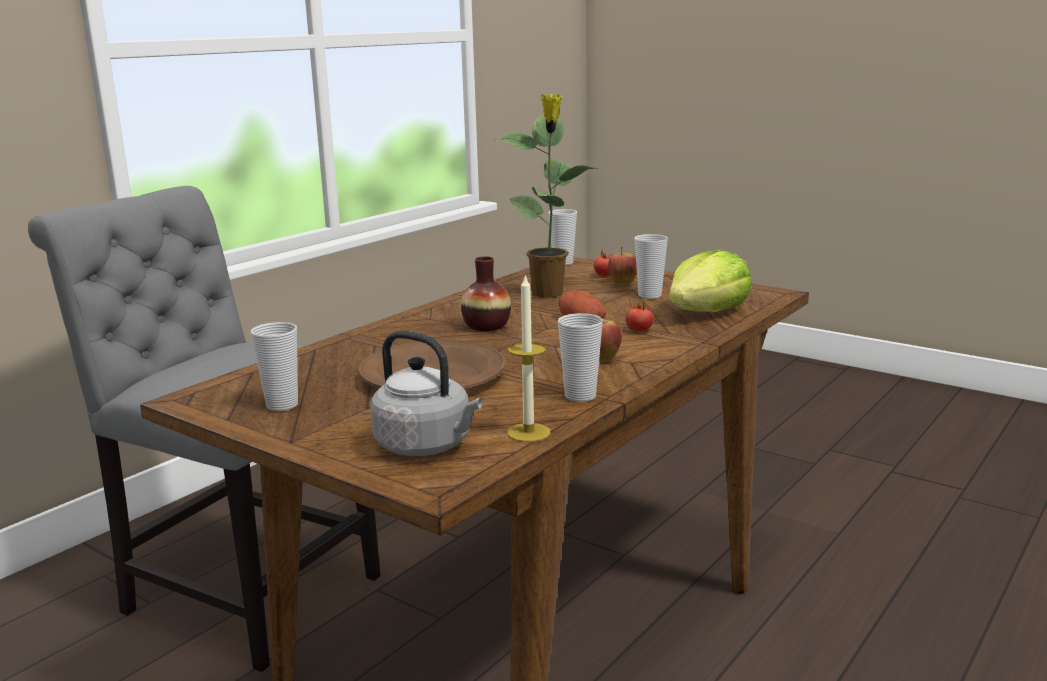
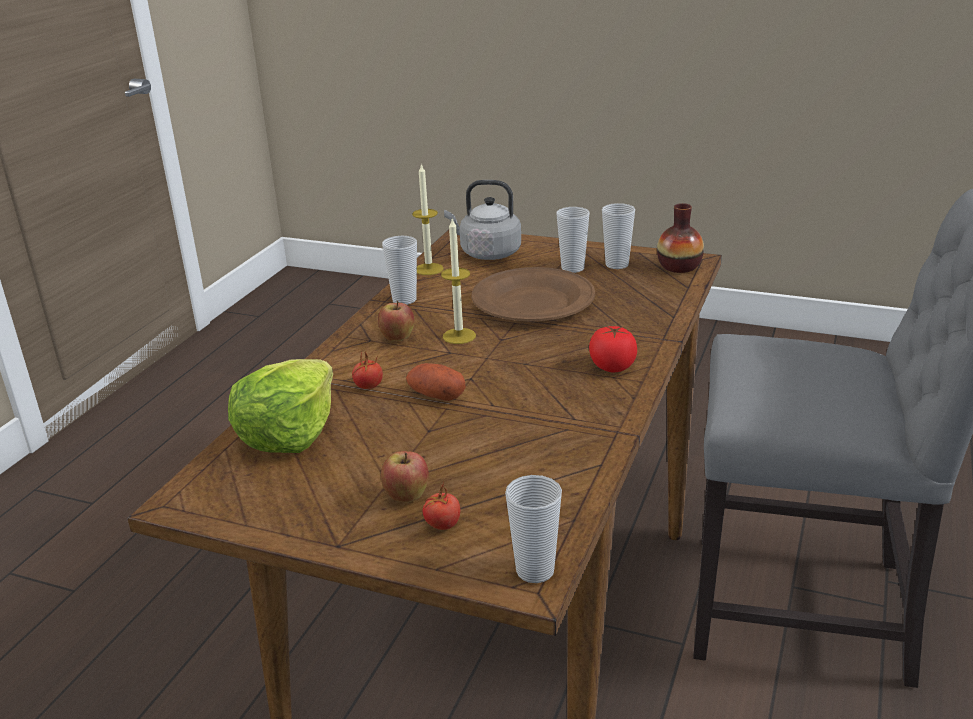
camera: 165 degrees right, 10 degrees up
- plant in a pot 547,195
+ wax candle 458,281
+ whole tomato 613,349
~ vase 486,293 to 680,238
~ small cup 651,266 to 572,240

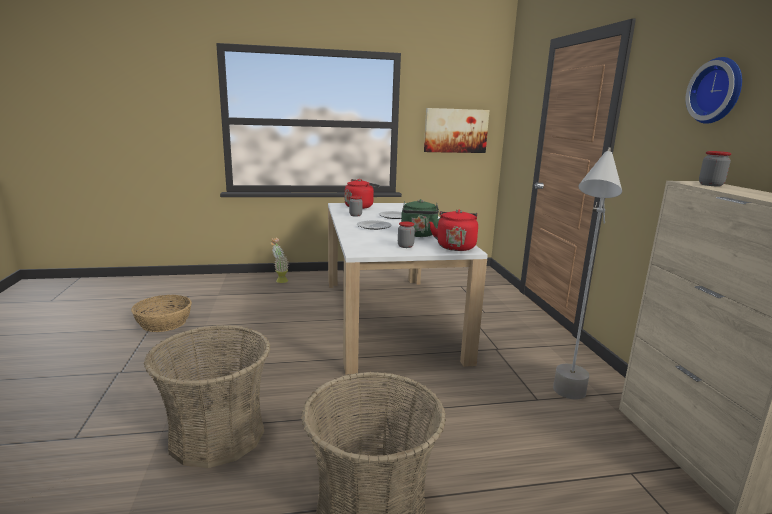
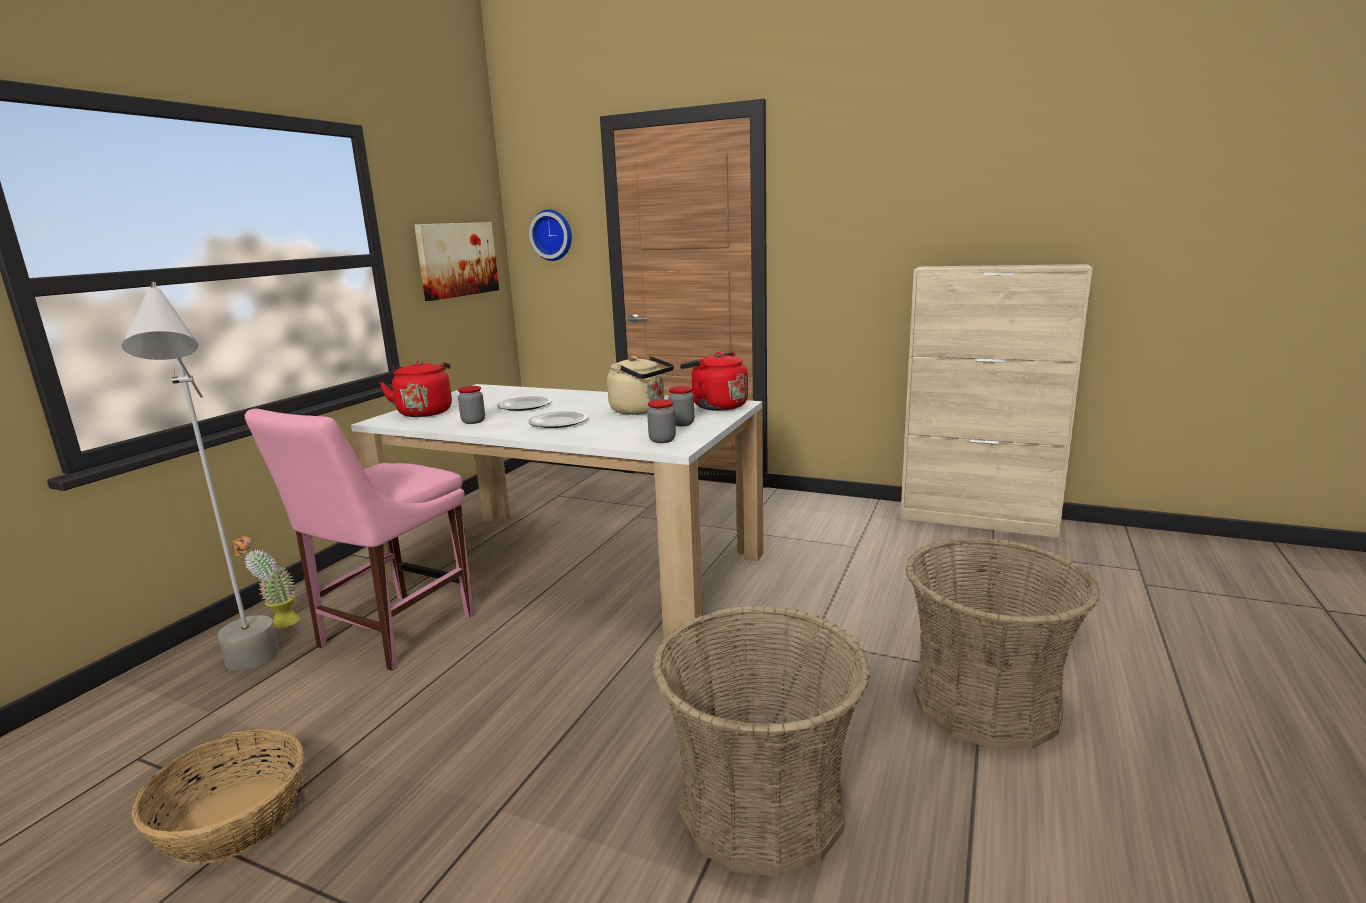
camera: 55 degrees left, 0 degrees up
+ pink plain chair 360,540
~ greyish floor lamp 587,273 to 200,476
~ wall clock 714,90 to 550,235
~ preserve jar 715,168 to 661,421
~ greenish water kettle 420,218 to sand-coloured water kettle 640,385

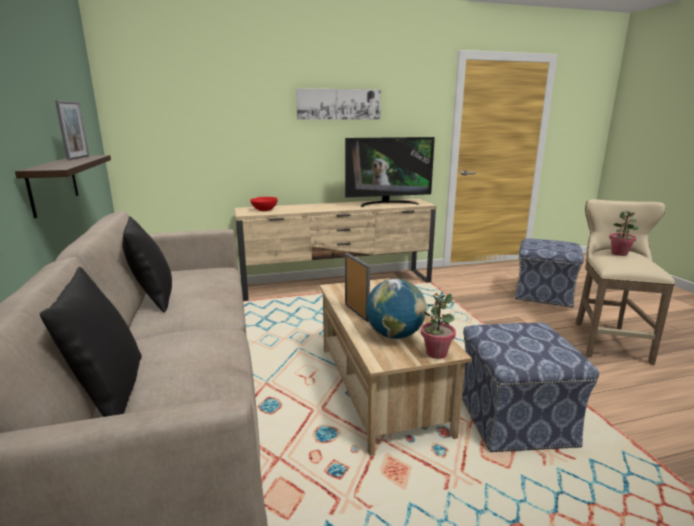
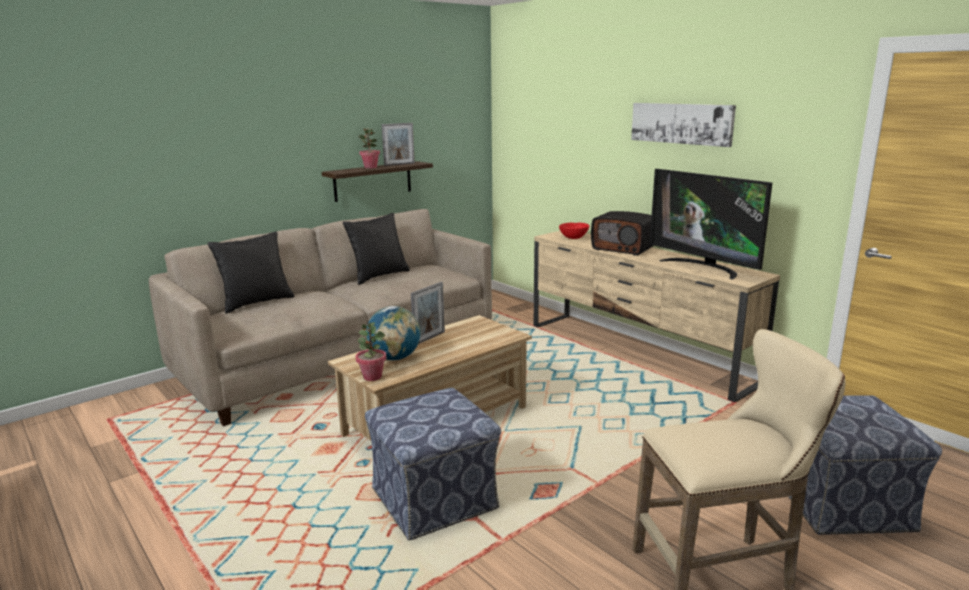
camera: 65 degrees right, 0 degrees up
+ radio set 622,233
~ plant in a pot 624,233 to 369,148

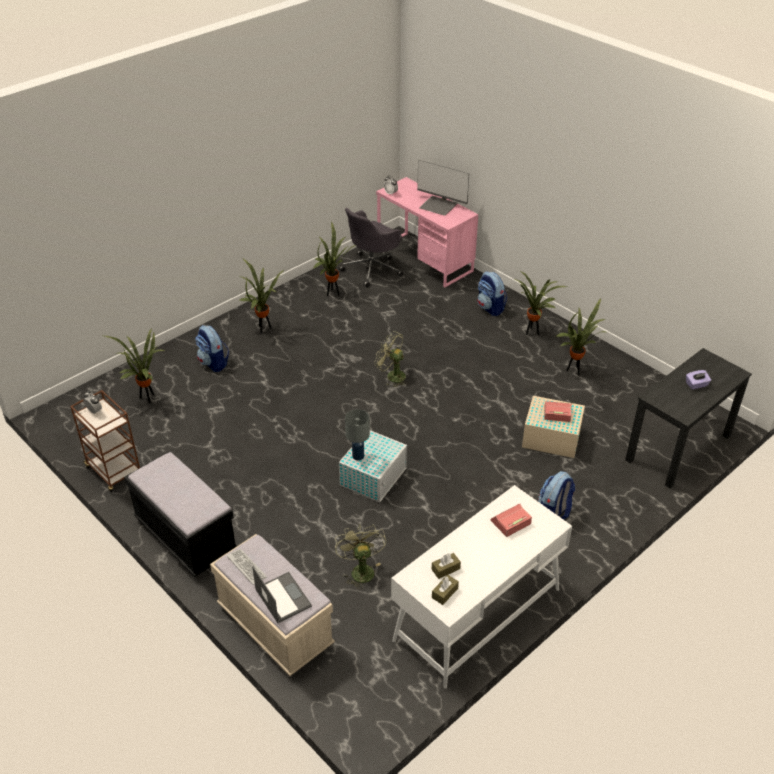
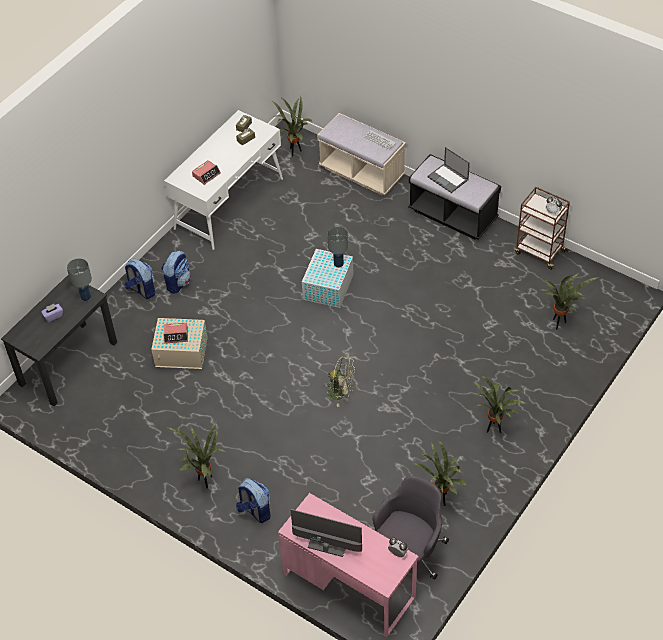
camera: 170 degrees right, 10 degrees up
- greenish cooling fan 360,556
+ greyish tabletop lamp 79,279
~ knapsack 212,348 to 139,278
~ notebook computer 282,594 to 448,170
~ plant in a pot 580,337 to 292,126

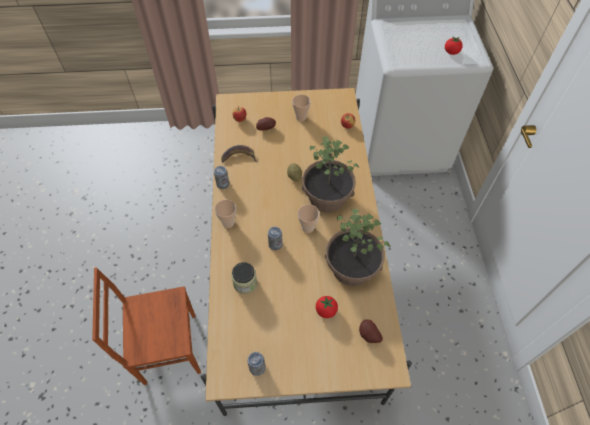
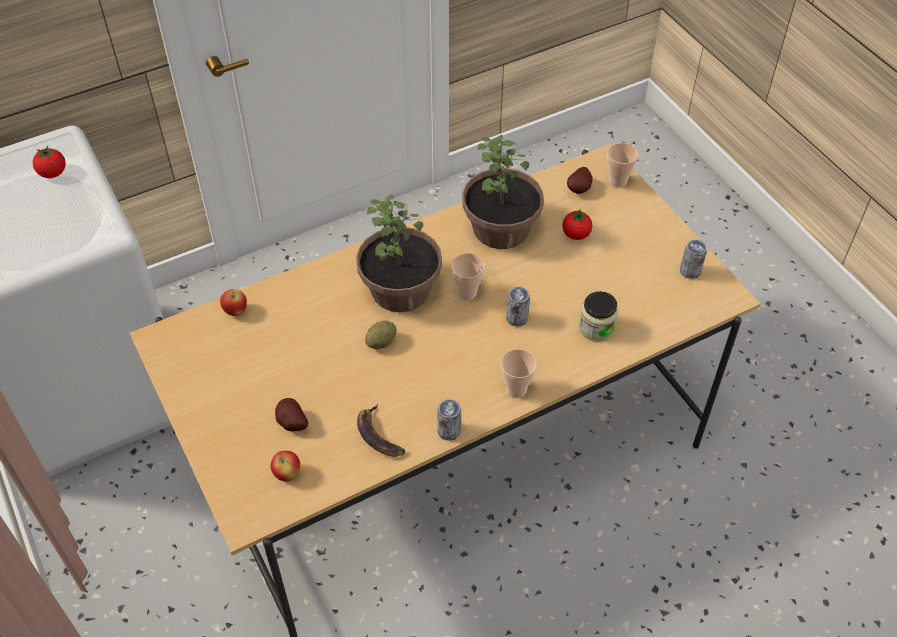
camera: 115 degrees left, 5 degrees down
- brown plain chair 146,326
~ small cup 301,107 to 622,165

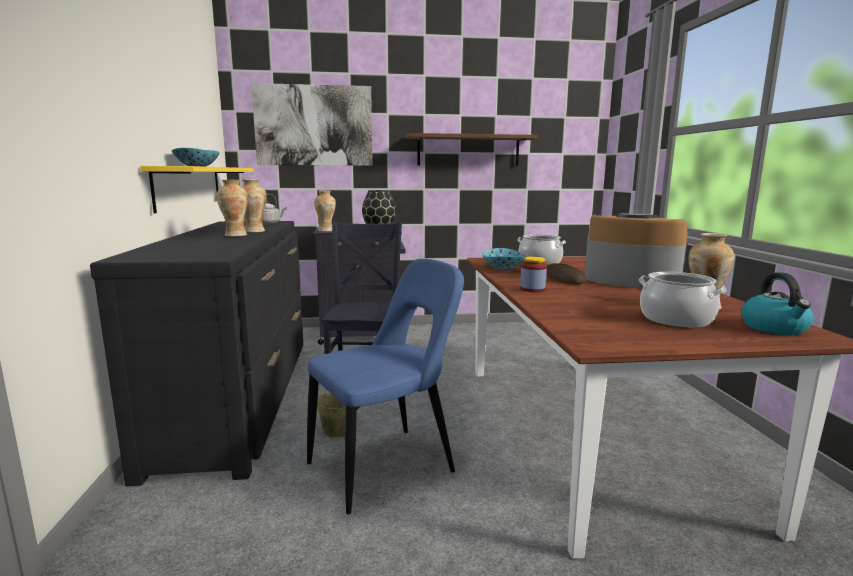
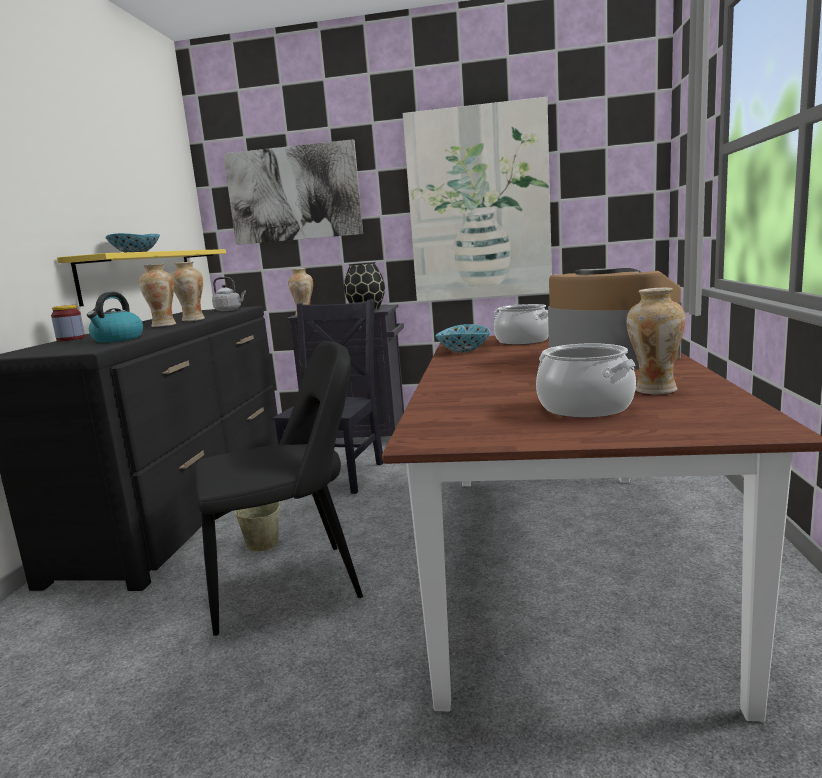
camera: 15 degrees right, 0 degrees up
- bread 566,274
~ preserve jar 533,274 to 68,323
~ water kettle 777,303 to 115,317
~ wall shelf 472,149 to wall picture 477,199
~ blue-coloured plain chair 385,386 to black plain chair 279,488

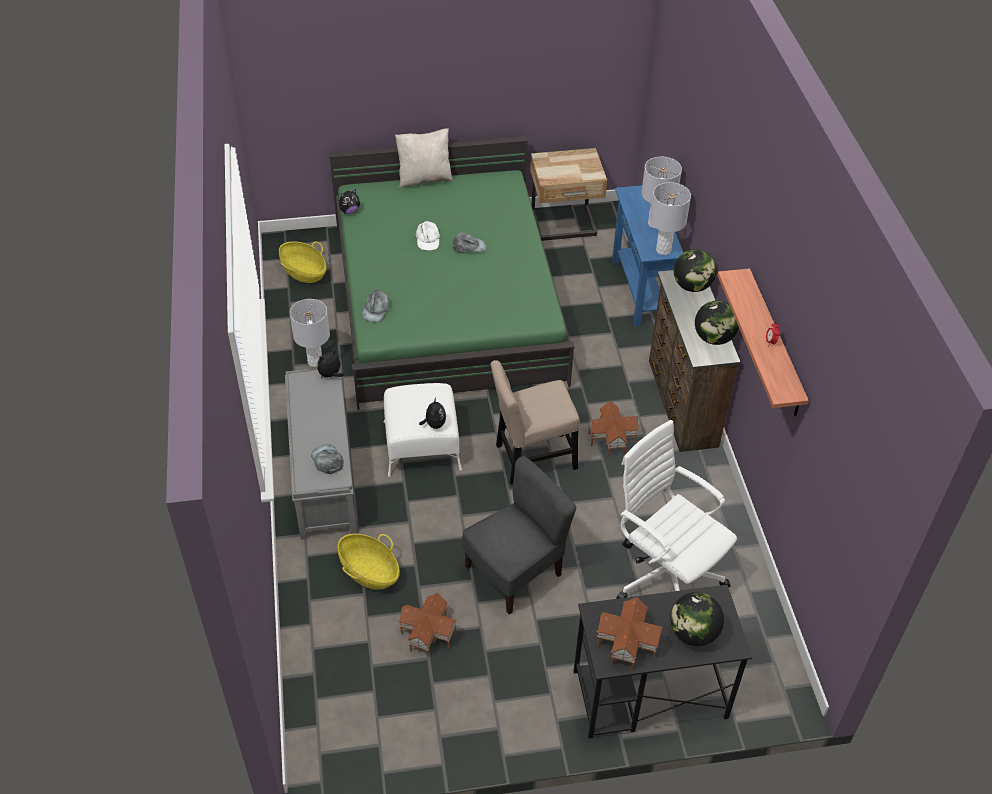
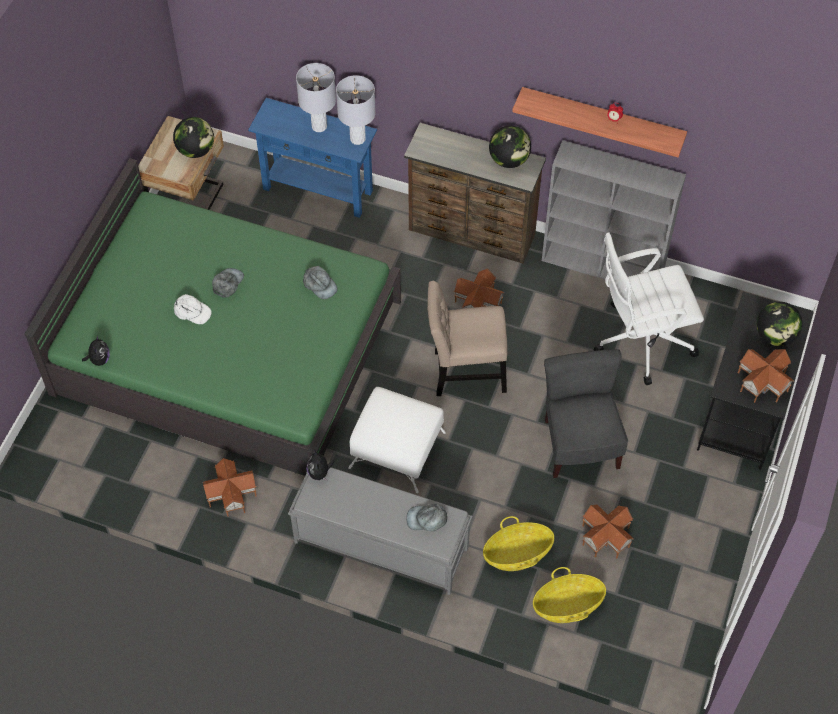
camera: 60 degrees left, 10 degrees up
- sand-coloured throw pillow 424,158
- plush toy 432,413
+ greyish bookshelf 614,209
~ basket 303,262 to 569,595
~ greyish baseball cap 375,306 to 320,282
~ desk globe 695,270 to 193,137
~ greyish tabletop lamp 310,333 to toy house 230,487
~ sand-coloured plain chair 535,422 = 467,338 75 degrees clockwise

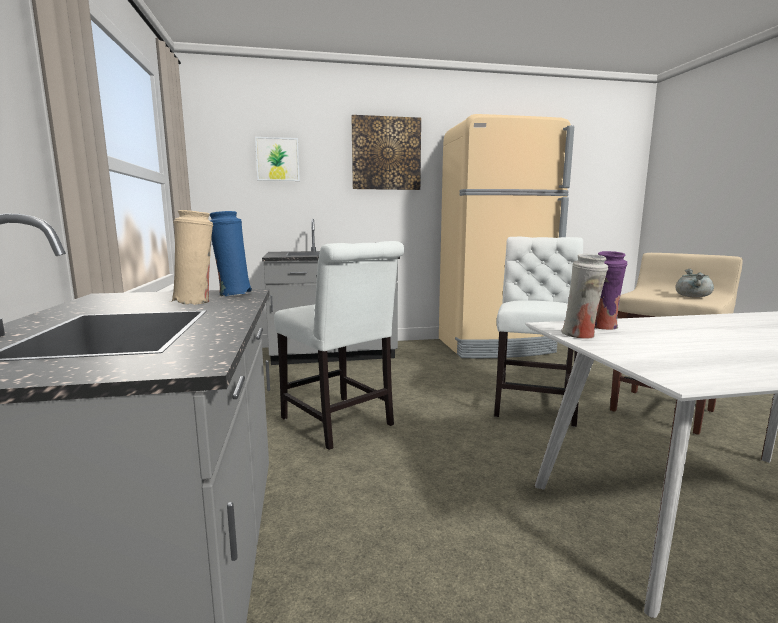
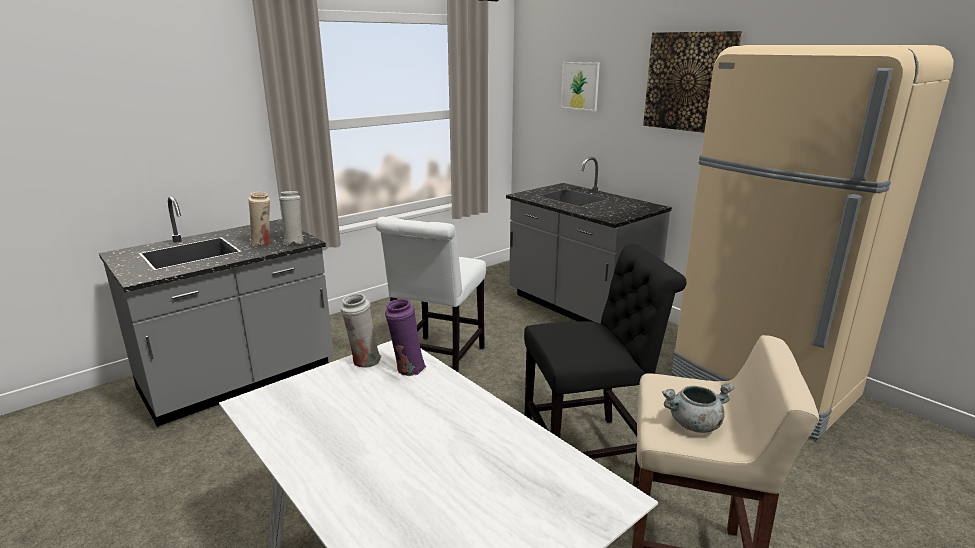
camera: 60 degrees right, 10 degrees up
~ blue-coloured vase 231,254 to whitish vase 291,217
~ whitish plain chair 538,332 to black plain chair 605,351

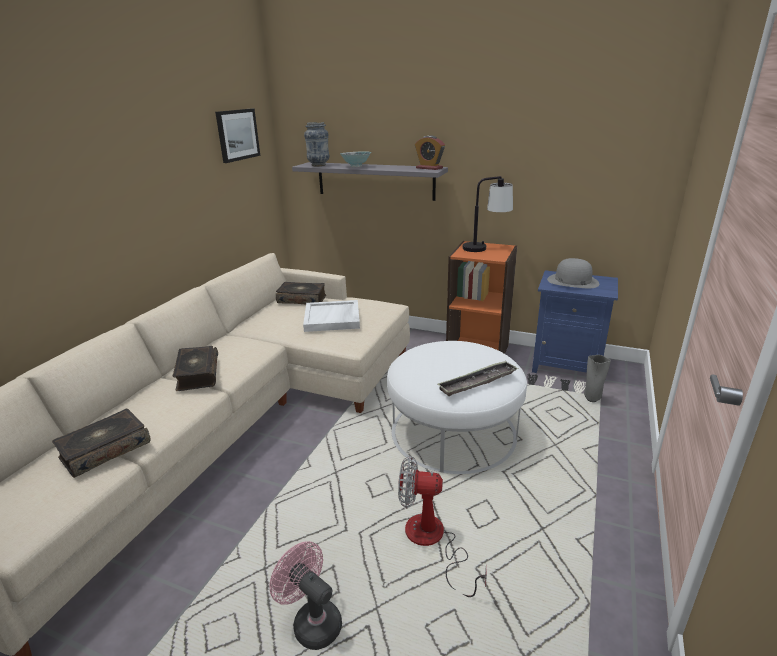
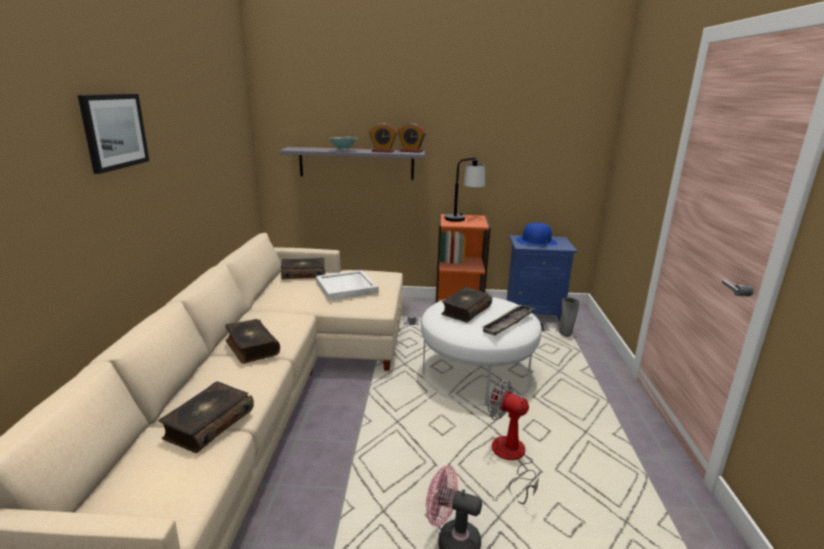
camera: 20 degrees left, 5 degrees down
- vase 316,144
+ table clock 383,138
+ volume 466,305
~ wall picture 237,136 to 113,134
~ greyish hat 573,273 to blue-coloured hat 536,234
~ cooling fan 442,526 = 513,441 45 degrees clockwise

